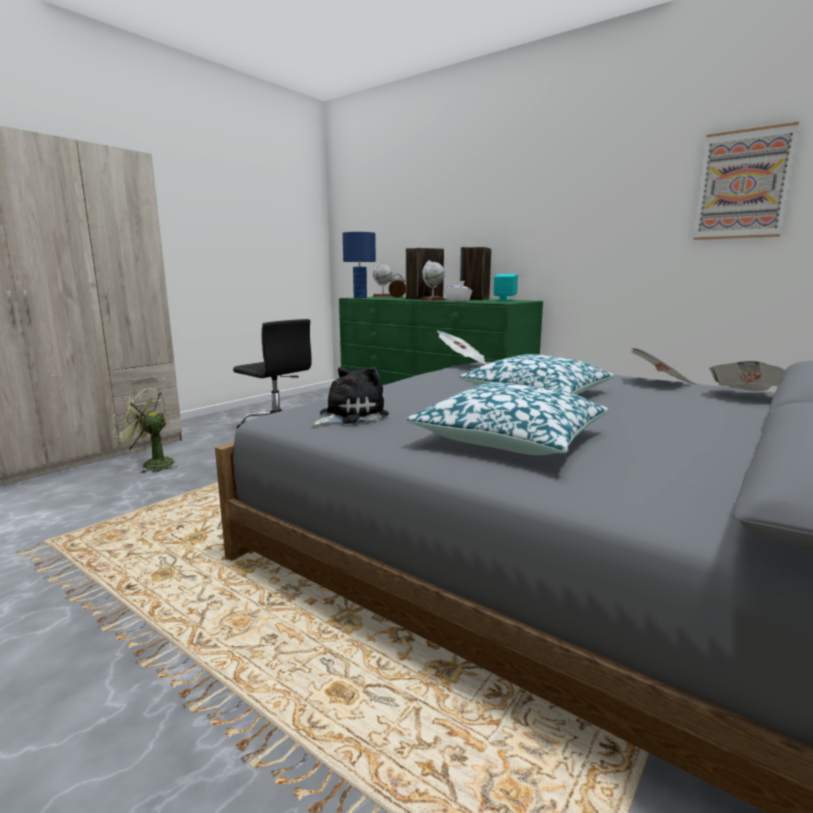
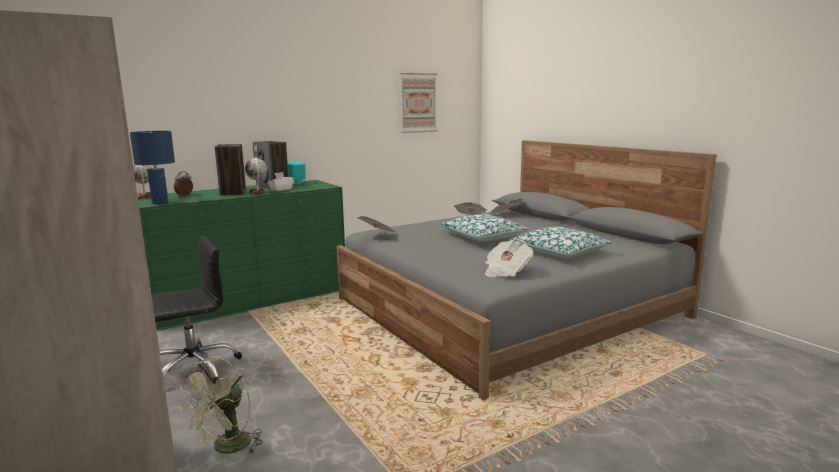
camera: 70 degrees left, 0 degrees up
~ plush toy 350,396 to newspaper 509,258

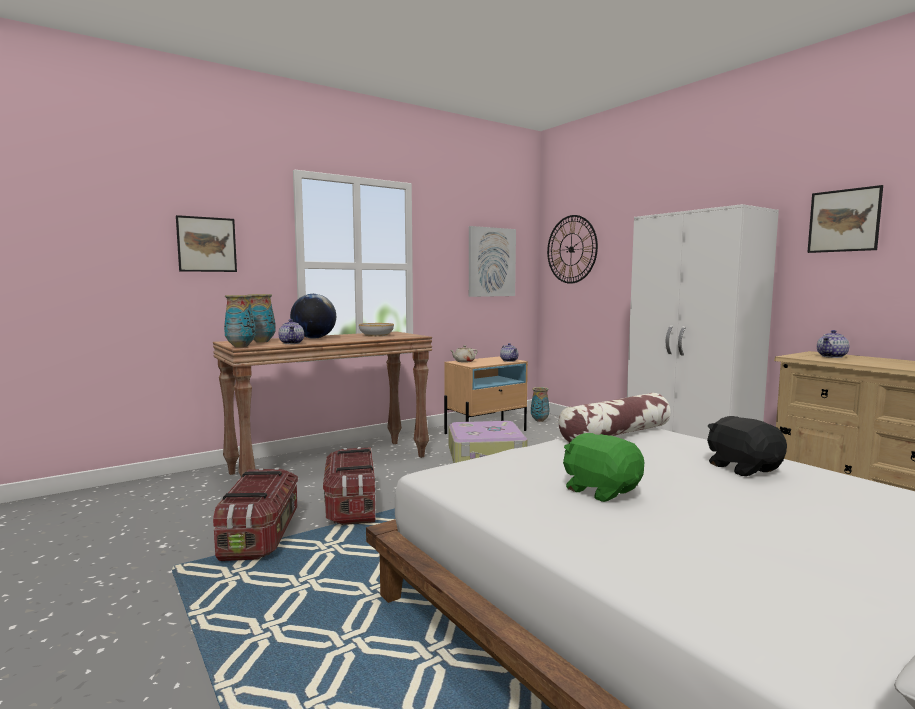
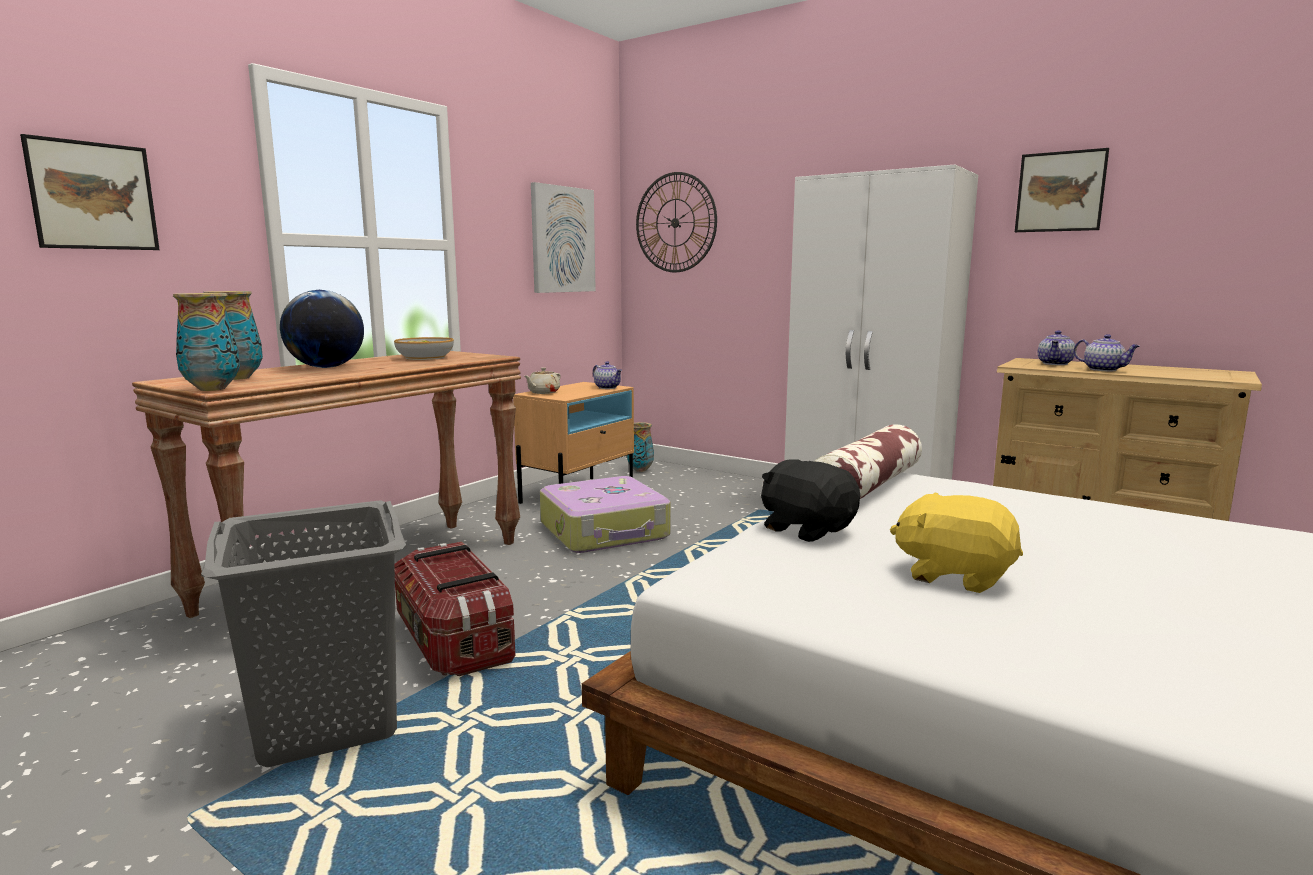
camera: 20 degrees left, 5 degrees up
~ pot for tea 291,331 to 1107,353
~ black plush toy 747,446 to 810,500
~ storage bin 255,514 to greyish washing basket 303,633
~ greenish plush toy 603,467 to yellow plush toy 956,543

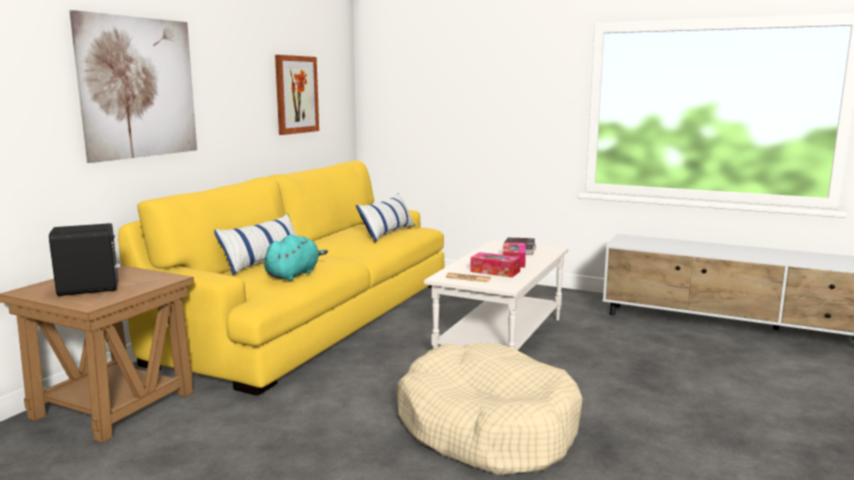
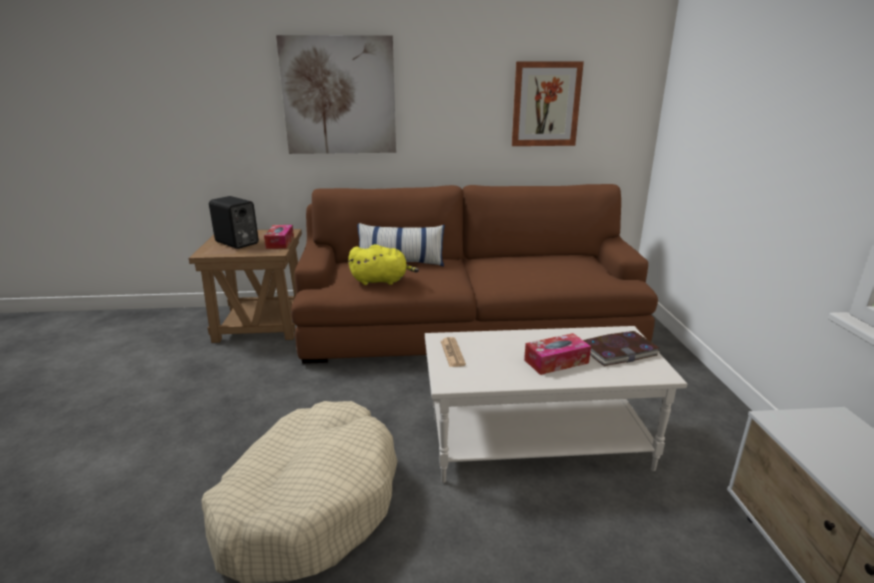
camera: 60 degrees right, 10 degrees up
- throw pillow 385,217
~ box of tissues 495,264 to 279,237
~ yellow settee 281,278 to brown settee 474,274
~ turquoise-coloured plush toy 296,257 to yellow plush toy 383,264

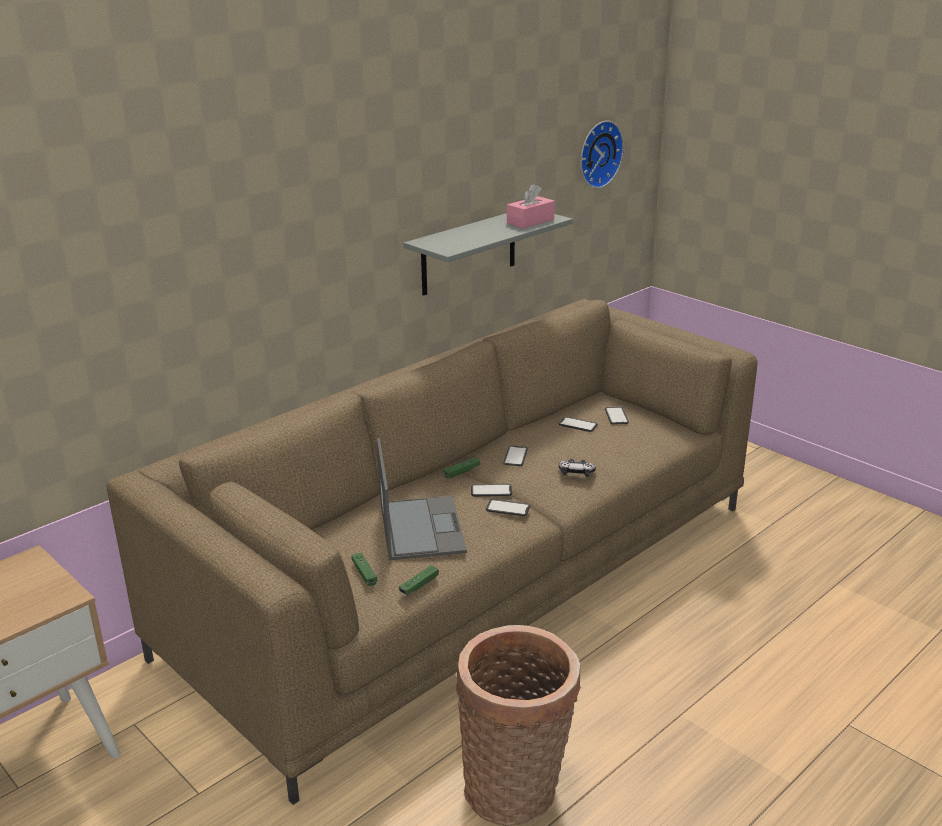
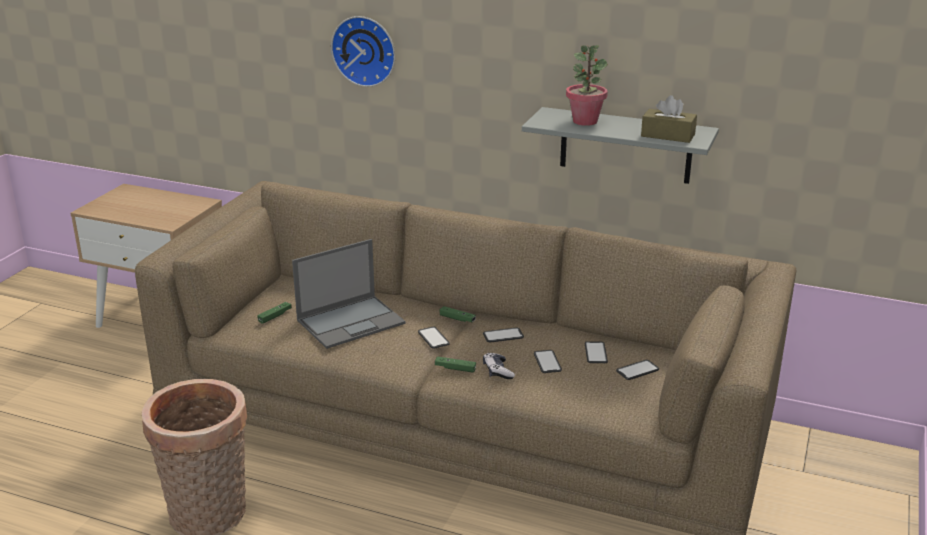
camera: 65 degrees right, 0 degrees up
+ plant in a pot 587,85
~ greenish game controller 419,580 to 455,365
~ handset 508,507 to 548,361
~ wall clock 602,155 to 363,51
~ pink box of tissues 531,206 to brown box of tissues 669,119

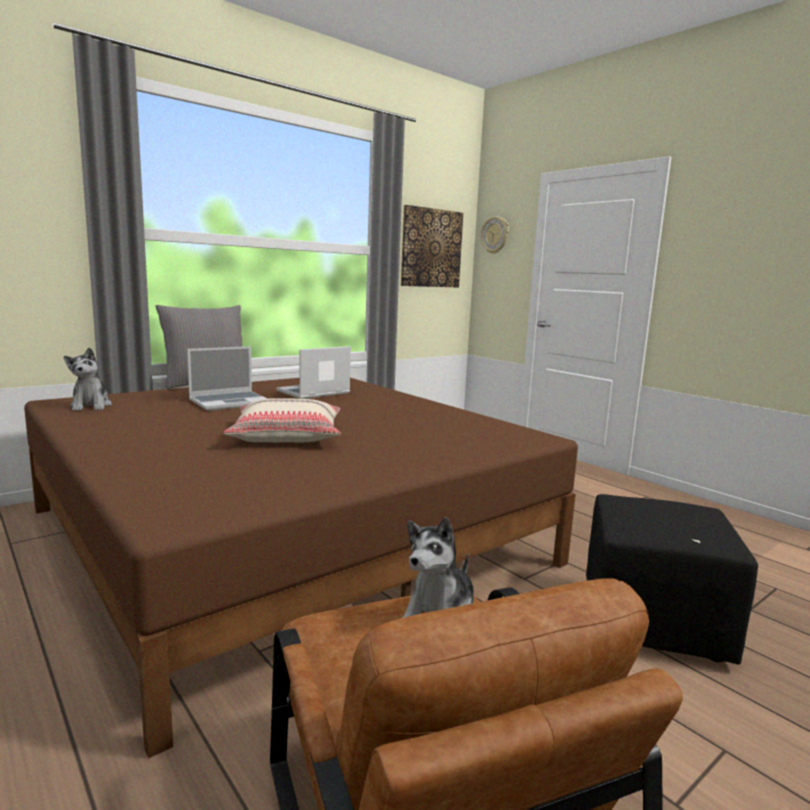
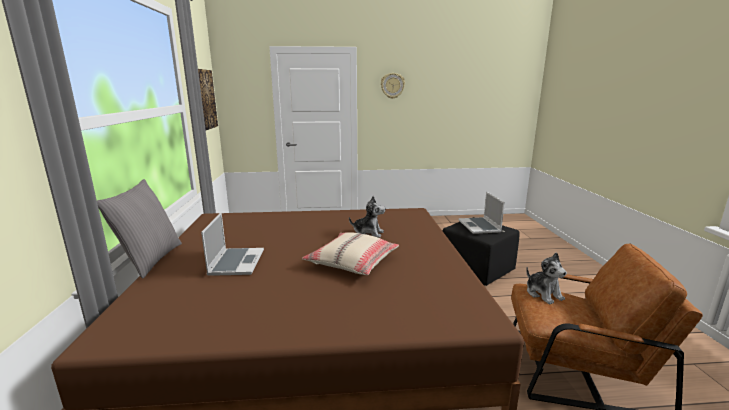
camera: 55 degrees left, 5 degrees up
~ plush toy 88,379 to 367,217
~ notebook computer 313,372 to 481,213
~ wall clock 495,235 to 393,86

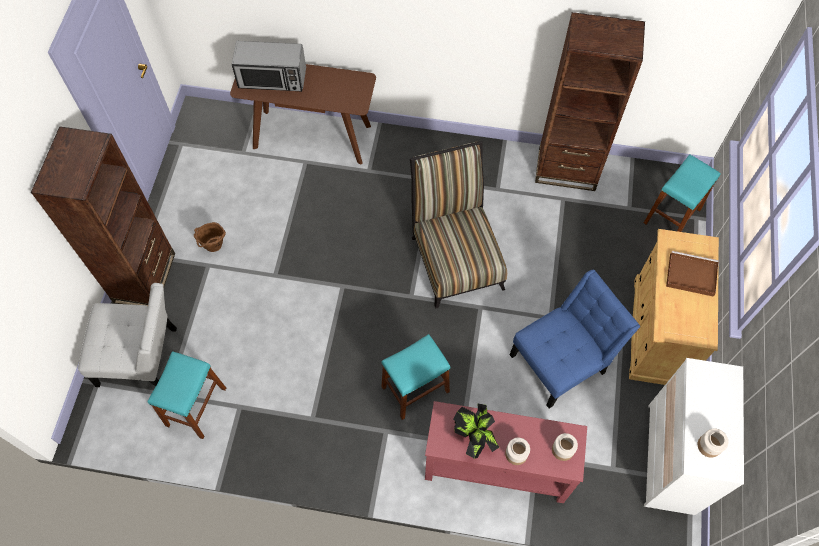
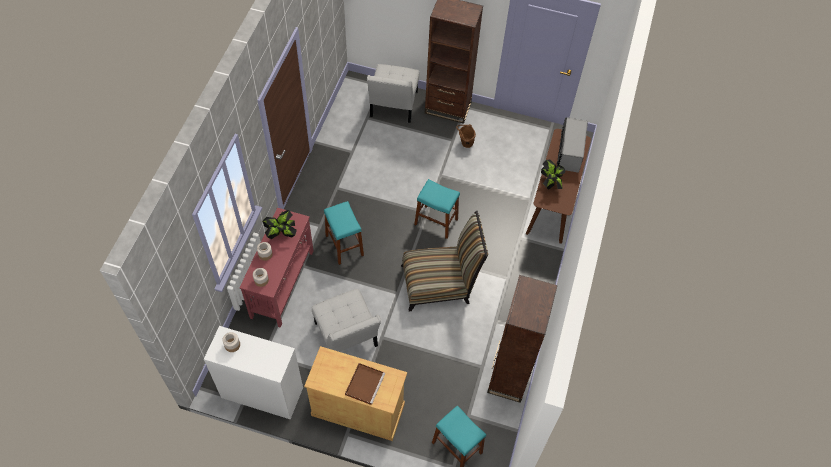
camera: 95 degrees right, 5 degrees down
+ plant in a pot 553,175
~ turquoise-coloured stool seat 186,395 to 437,209
~ blue-coloured plain chair 575,339 to whitish plain chair 346,320

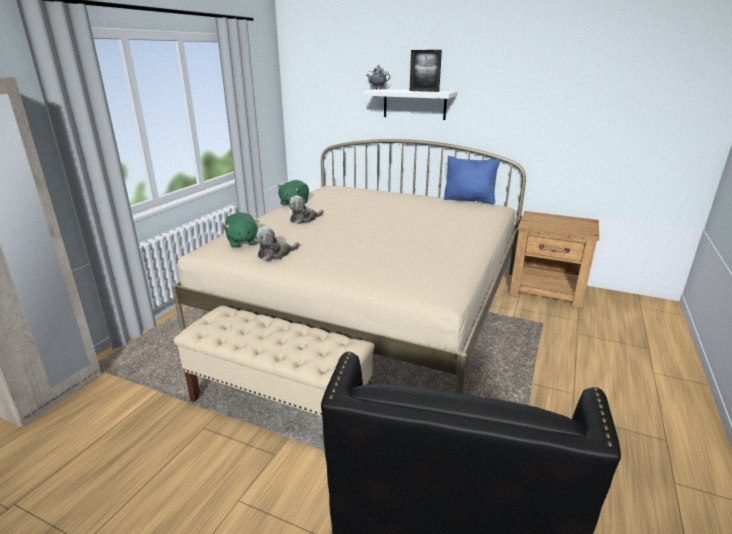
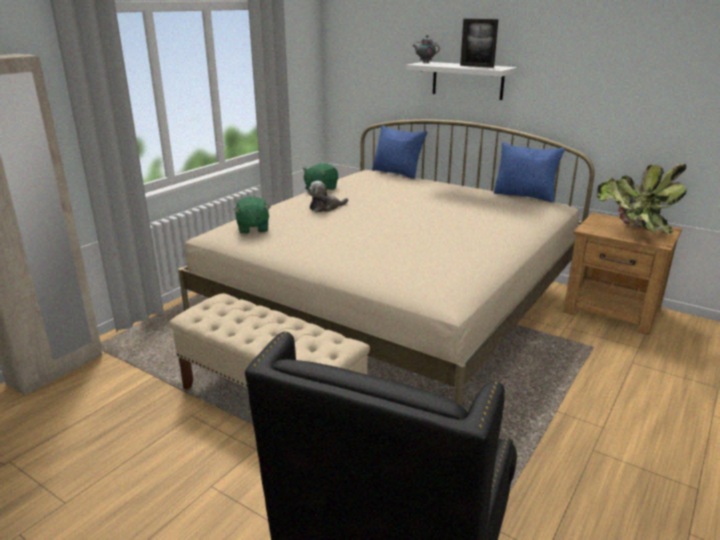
camera: 10 degrees right, 0 degrees up
- plush toy 277,243
+ blue-coloured throw pillow 399,152
+ plant in a pot 641,198

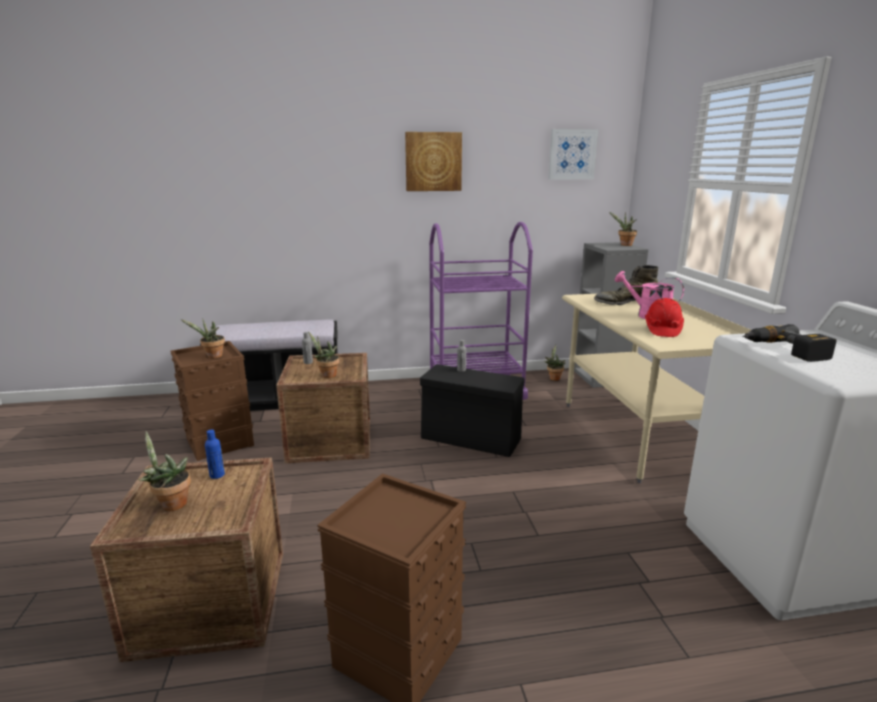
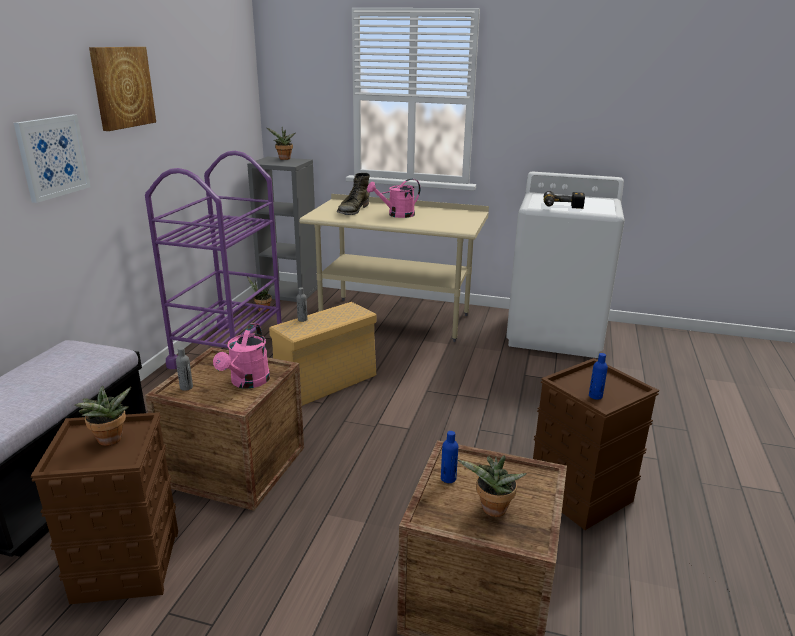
camera: 65 degrees left, 5 degrees up
- red hard hat 664,317
+ blue-coloured bottle 598,376
~ wall picture 573,154 to 52,159
~ plant in a pot 323,354 to pink sprinkling can 241,356
~ black storage bin 472,410 to sand-coloured storage bin 322,354

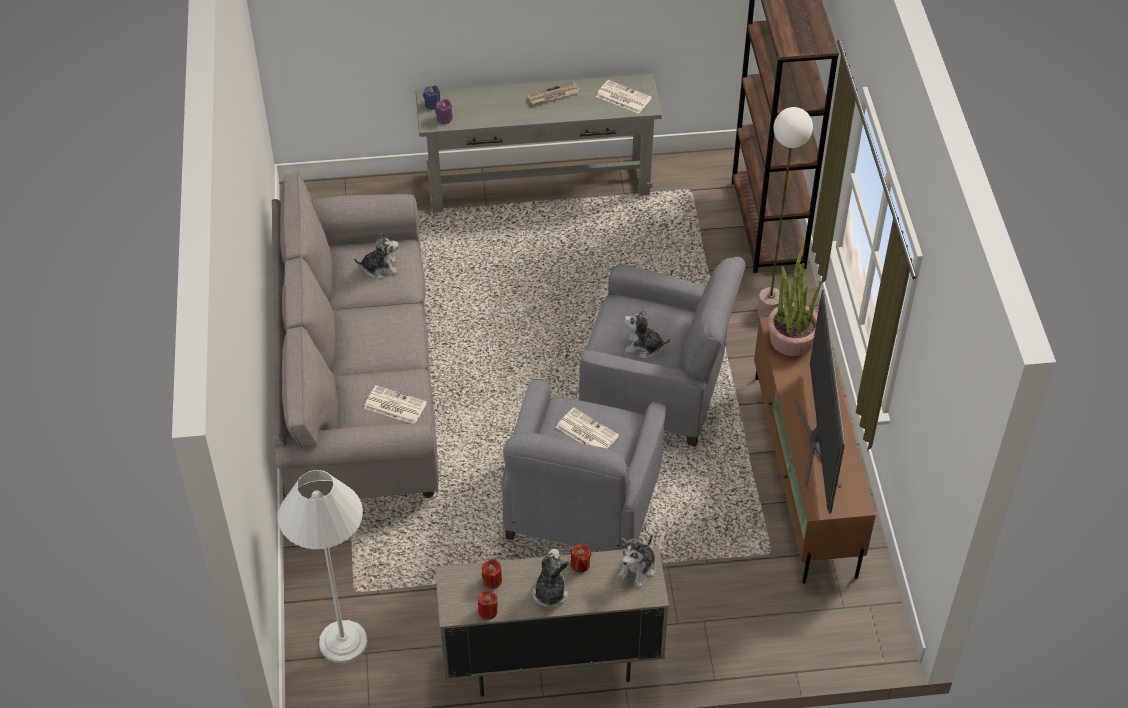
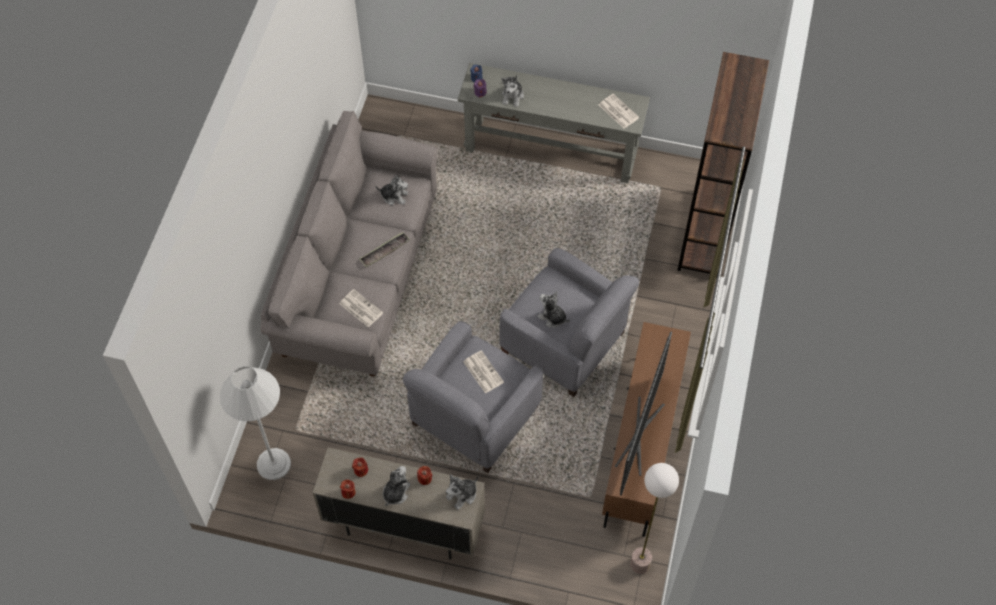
camera: 20 degrees right, 10 degrees up
- newspaper 553,93
- plant in a pot 794,302
+ tray 384,249
+ plush toy 512,90
~ floor lamp 785,212 to 654,518

